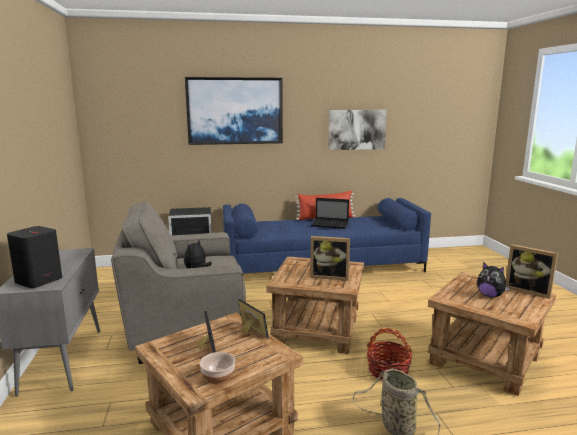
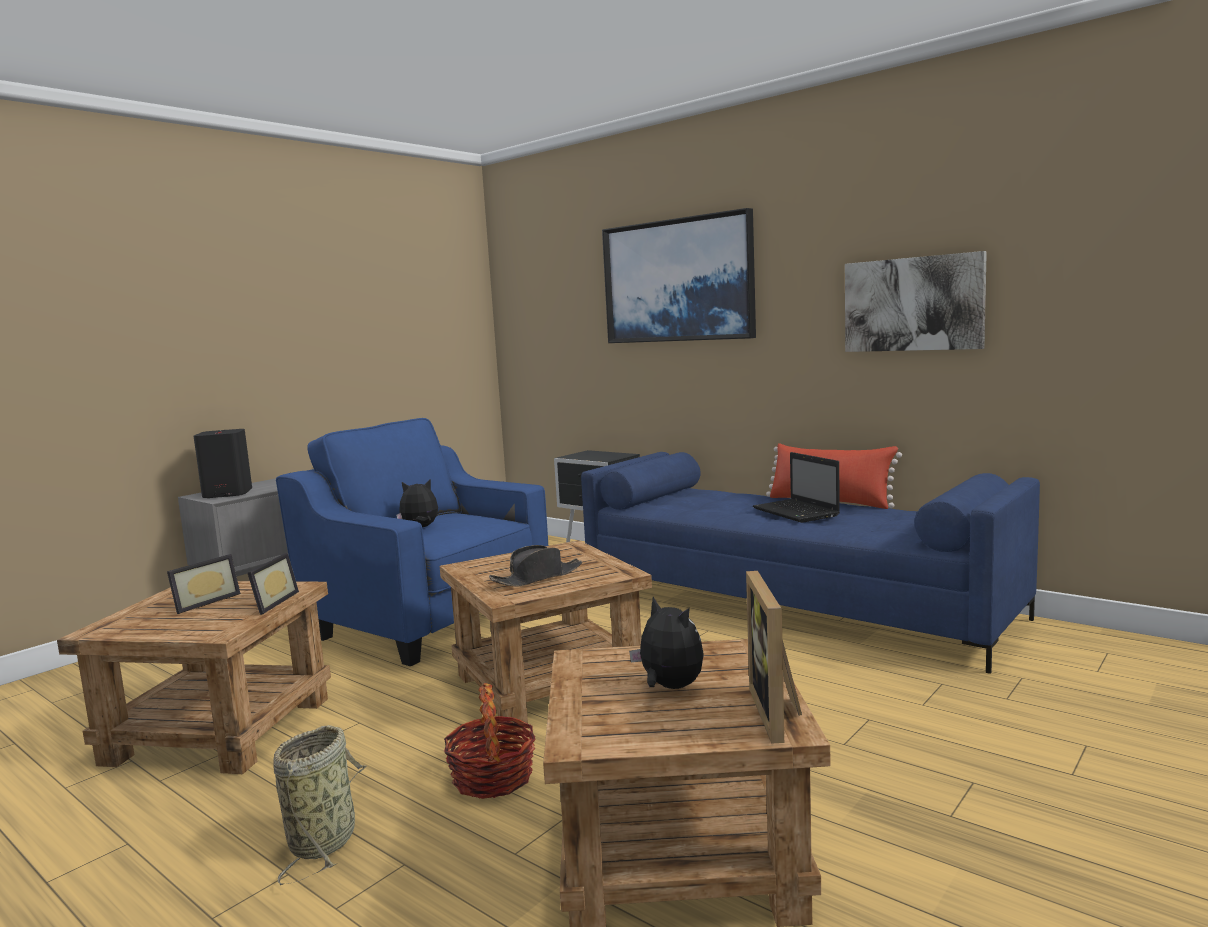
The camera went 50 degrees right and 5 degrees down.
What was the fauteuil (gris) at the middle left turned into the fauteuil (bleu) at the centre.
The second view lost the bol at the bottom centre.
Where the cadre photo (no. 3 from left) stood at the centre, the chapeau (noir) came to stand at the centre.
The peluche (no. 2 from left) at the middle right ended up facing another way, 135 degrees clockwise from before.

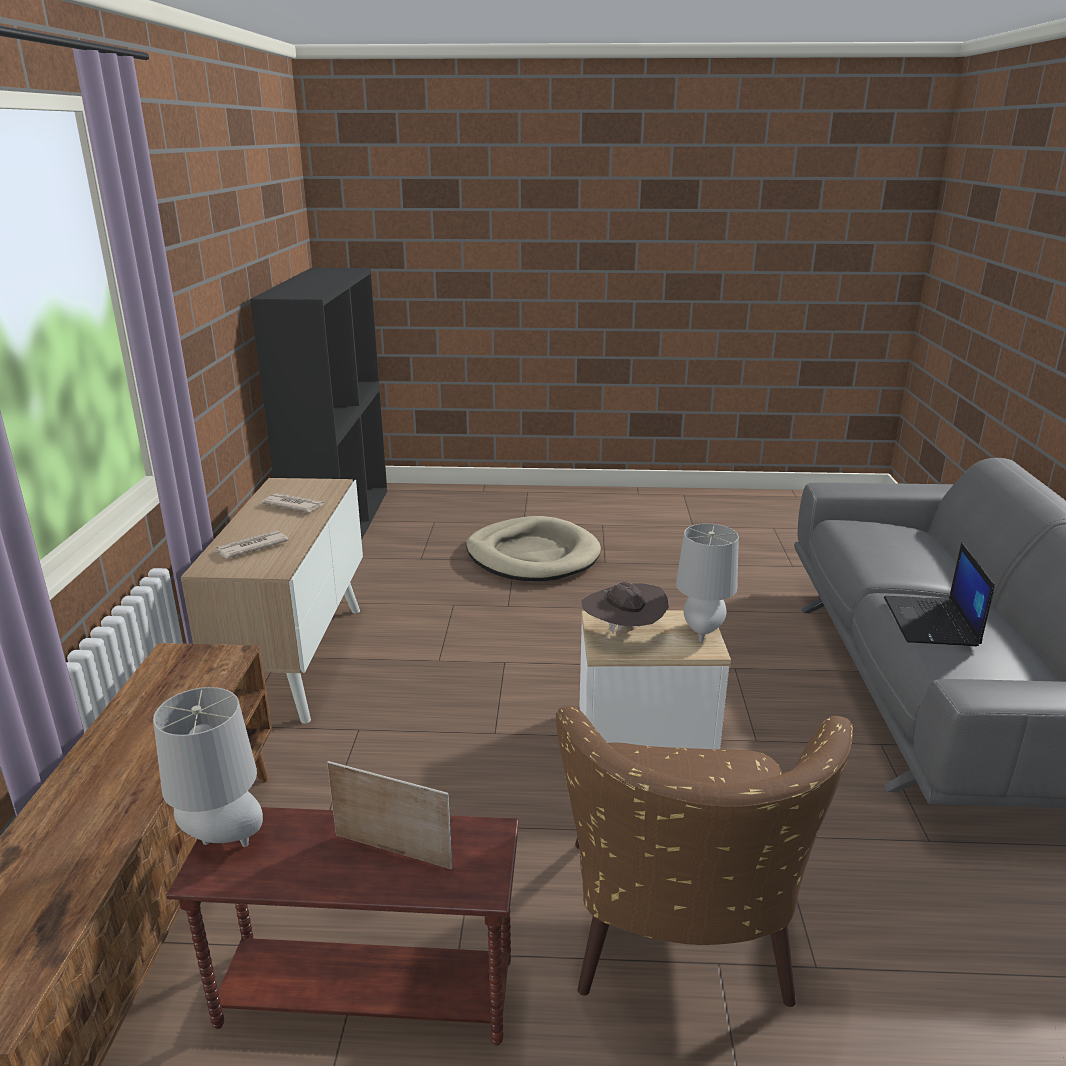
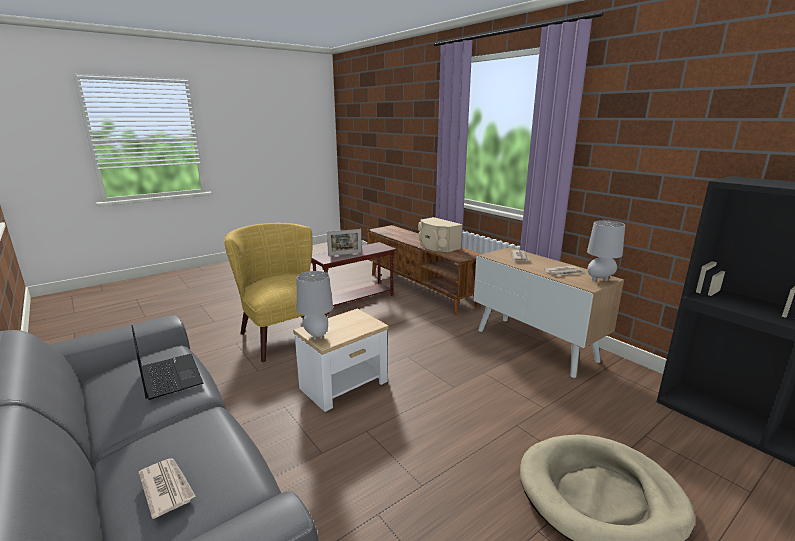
The camera went 140 degrees right and 5 degrees down.
The lampe de table (gris) (no. 1 from left in the first image) ended up elsewhere, having gone from the bottom left to the middle right.
What was the fauteuil (marron) at the bottom centre turned into the fauteuil (jaune) at the centre.
The second view lost the chapeau (marron) at the centre.
The second view gained the journal (no. 1 from left) at the bottom left.
The second view gained the enceinte (beige) at the centre.

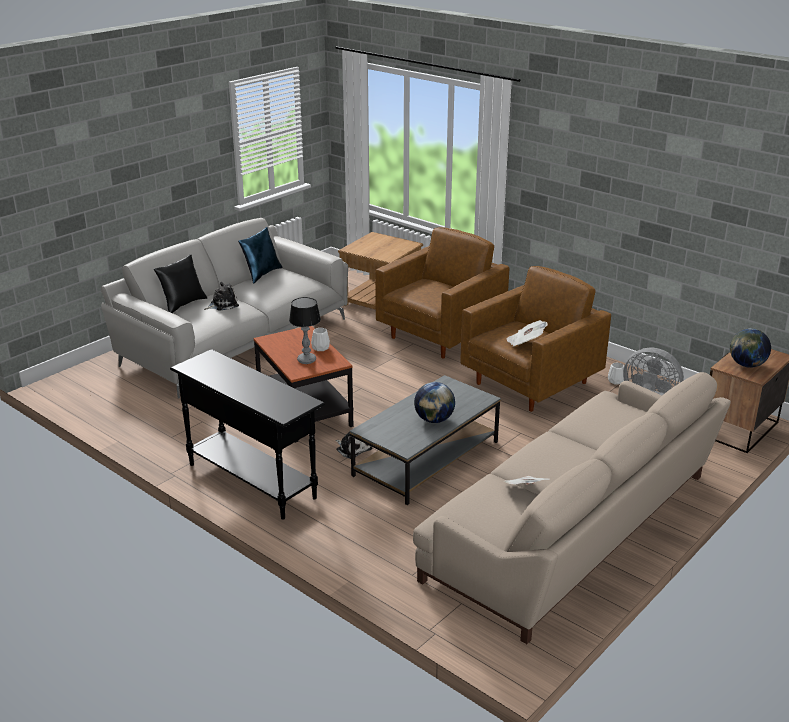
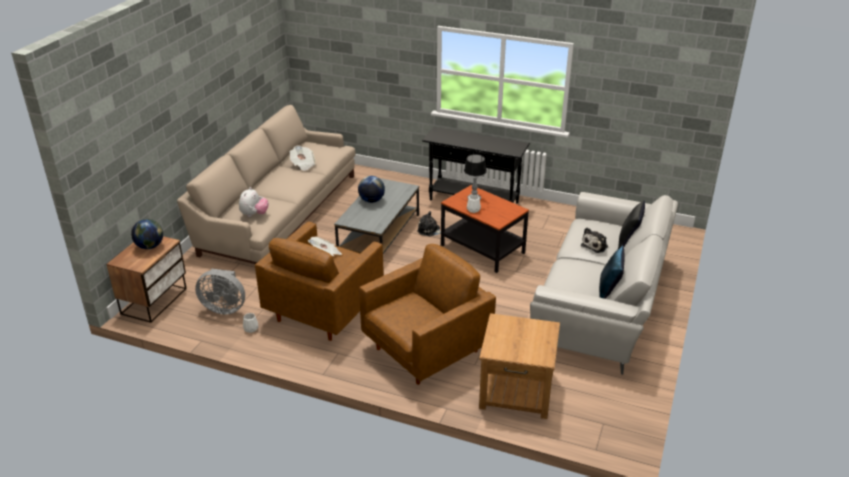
The camera went 160 degrees right and 5 degrees up.
The fauteuil (marron) (no. 1 from left in the first image) at the centre ended up facing another way, 150 degrees counterclockwise from before.
The second view gained the peluche (no. 1 from left) at the middle left.

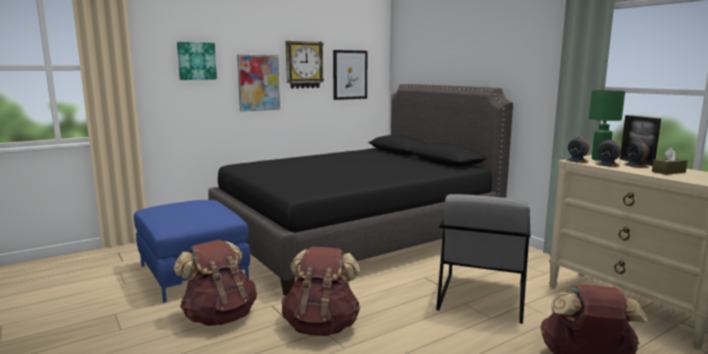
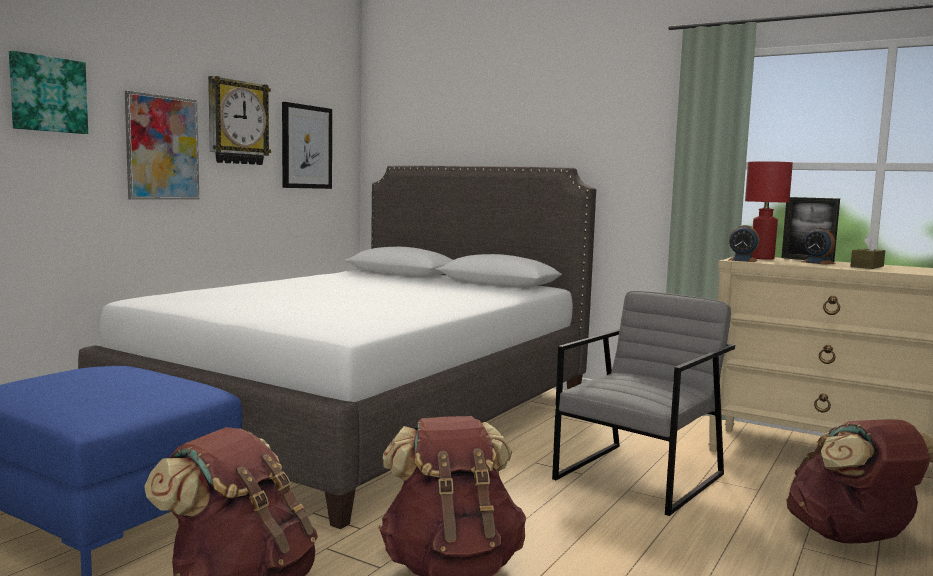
The camera went 25 degrees left and 5 degrees down.
What was the lit (noir) at the centre turned into the lit (blanc) at the centre.
The fauteuil (gris) at the bottom right ended up facing another way, 135 degrees counterclockwise from before.
What was the lampe de table (vert) at the middle right turned into the lampe de table (rouge) at the middle right.
The second view lost the réveil (no. 2 from left) at the middle right.

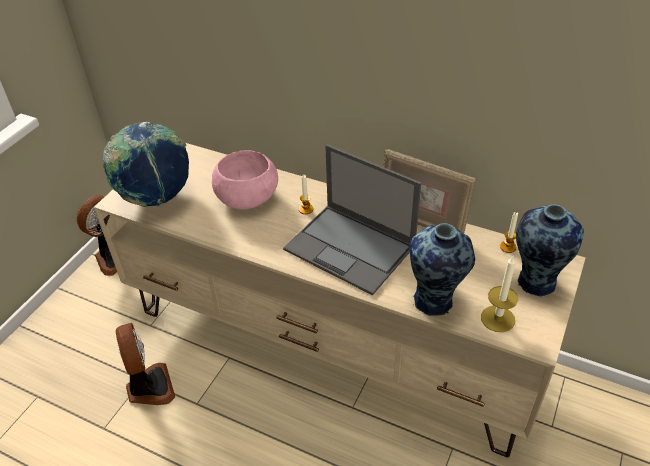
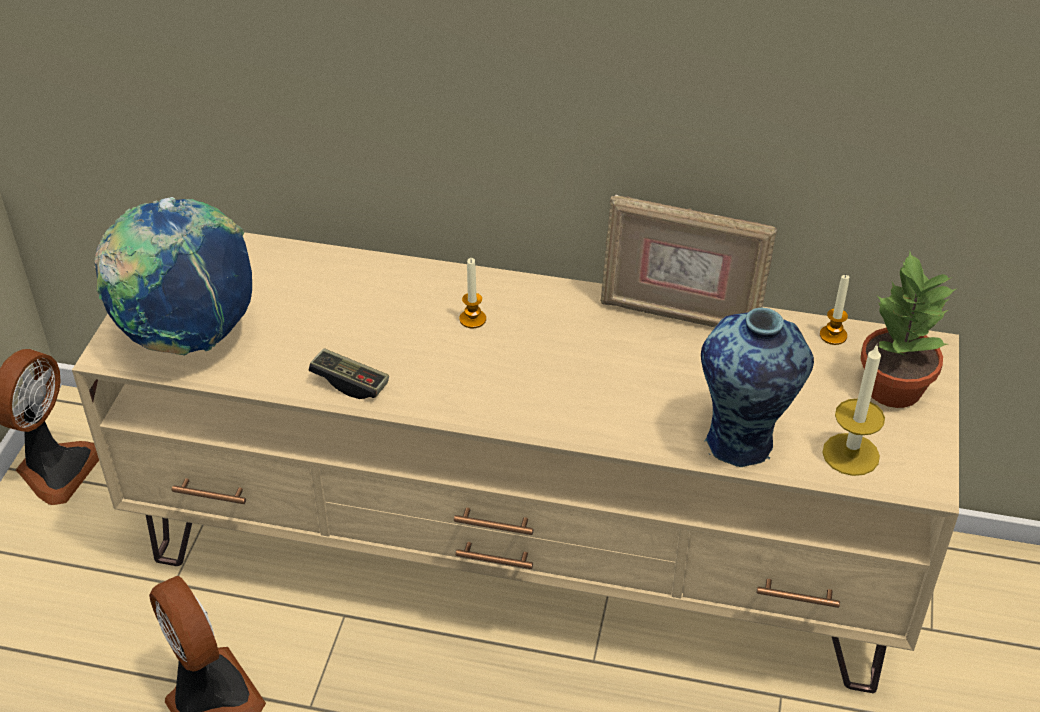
The camera went 15 degrees left and 0 degrees up.
The second view lost the bol (rose) at the centre.
The second view lost the ordinateur portable at the centre.
Where the vase (no. 2 from left) stood at the middle right, the plante en pot came to stand at the middle right.
The second view gained the manette at the centre.

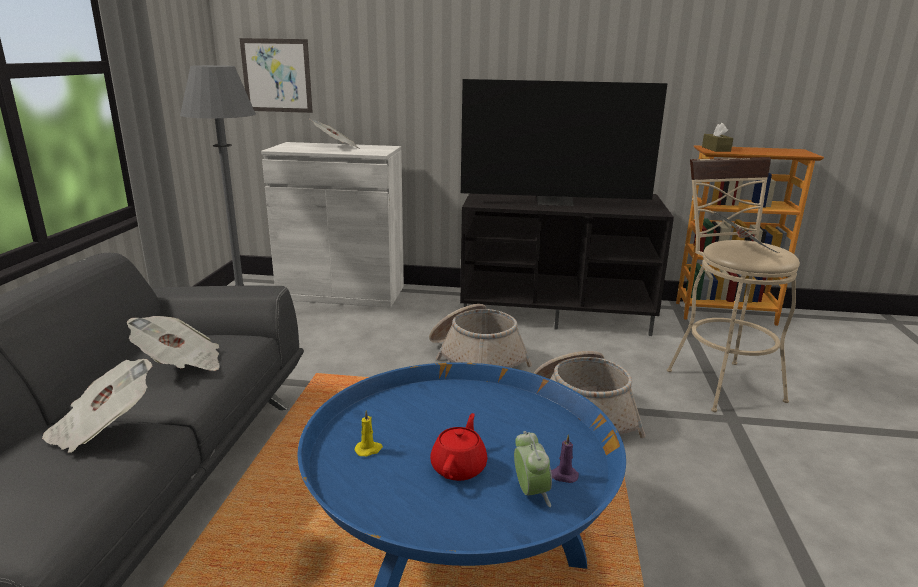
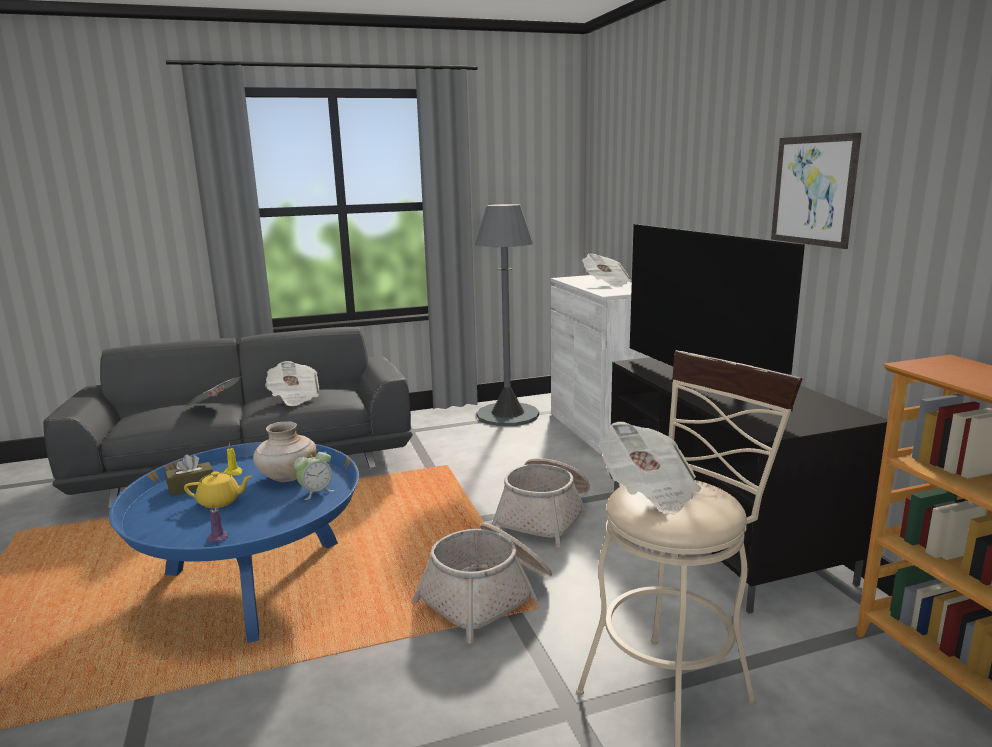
The camera went 65 degrees right and 5 degrees down.
The tableau ended up elsewhere, having gone from the top left to the top right.
What was the théière (rouge) at the bottom centre turned into the théière (jaune) at the middle left.
The réveil ended up elsewhere, having gone from the bottom centre to the middle left.
The boîte à mouchoirs (marron) ended up elsewhere, having gone from the top right to the middle left.
The second view gained the vase (beige) at the middle left.

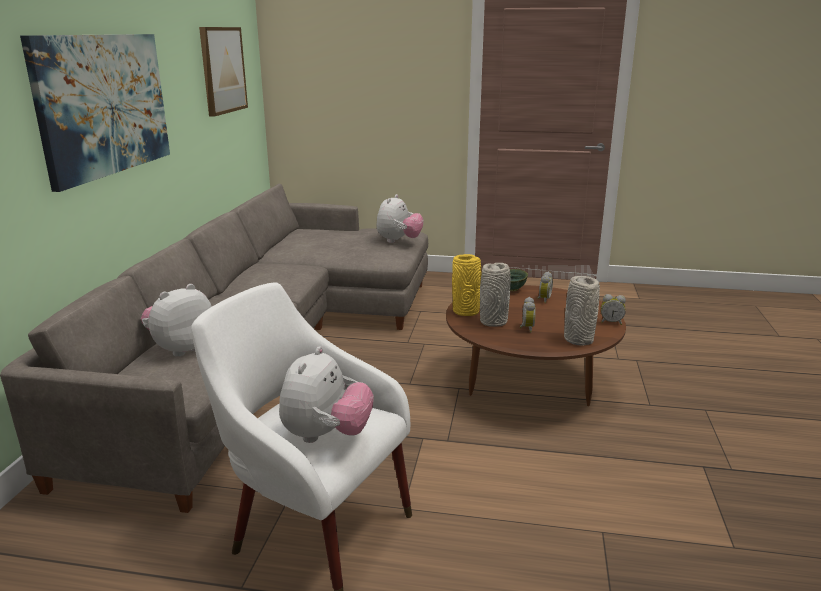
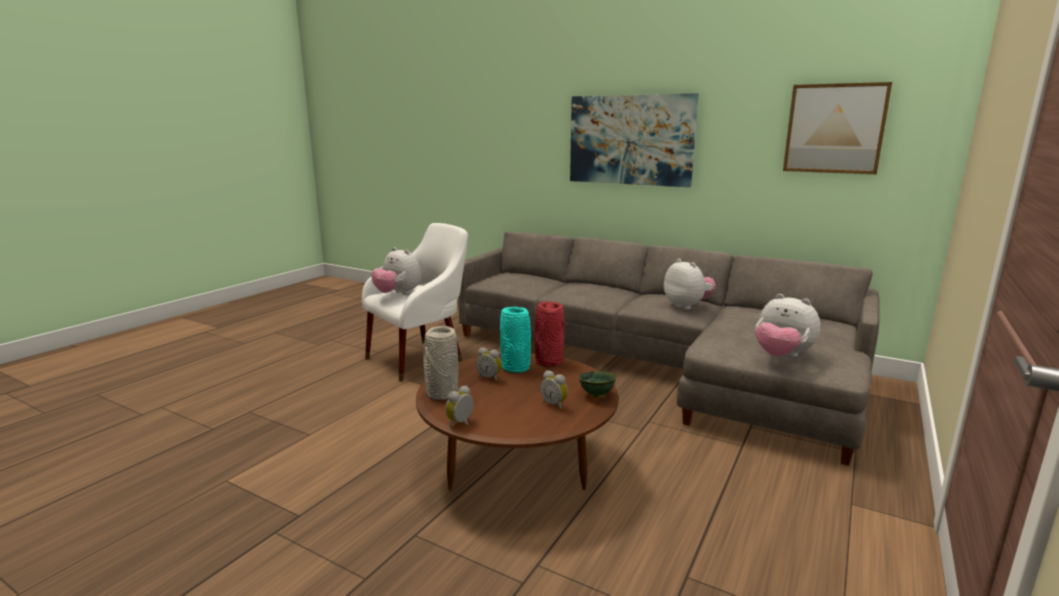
The camera went 110 degrees right and 5 degrees down.
The peluche (no. 1 from left in the first image) ended up elsewhere, having gone from the middle left to the centre.
What was the vase (jaune) at the centre turned into the vase (rouge) at the centre.
What was the vase (gris) (no. 1 from left) at the centre turned into the vase (turquoise) at the centre.

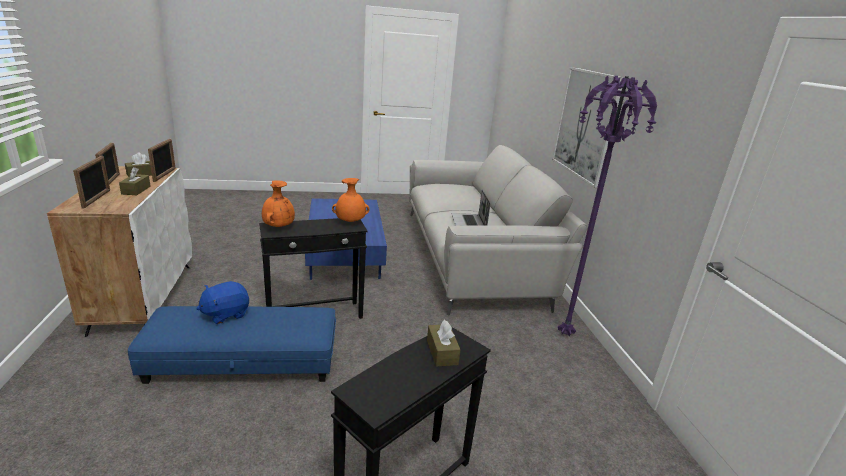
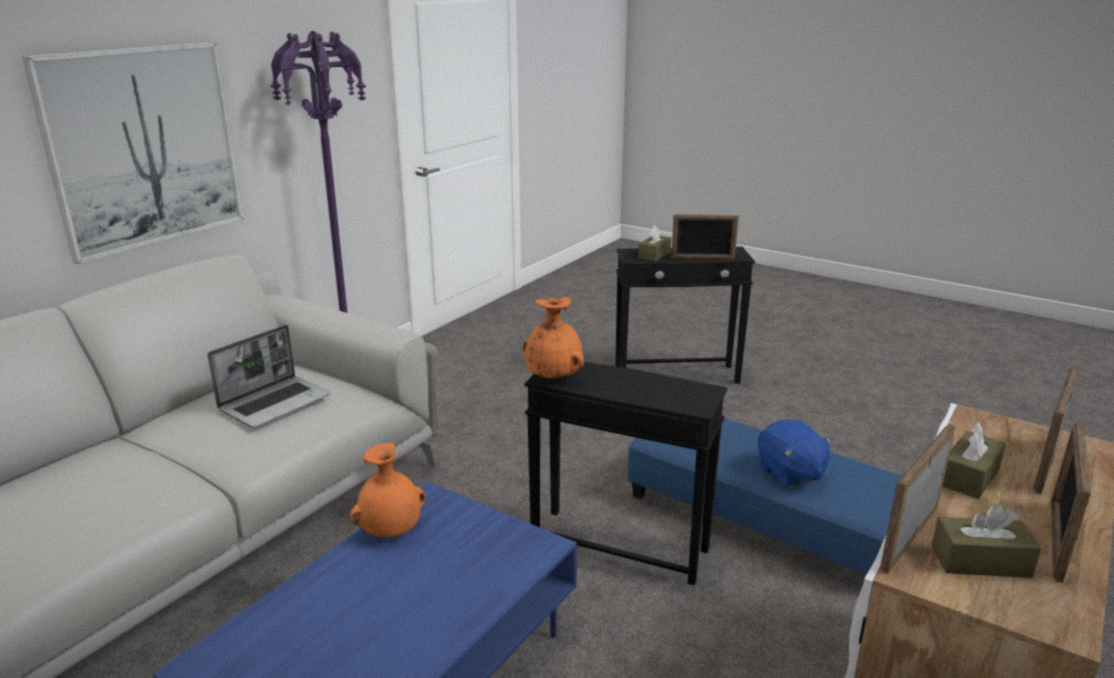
The camera went 135 degrees left and 0 degrees up.
The peluche (bleu) at the middle left ended up facing another way, 60 degrees clockwise from before.
The vase (orange) (no. 1 from left) ended up elsewhere, having gone from the middle left to the bottom centre.
The second view gained the cadre photo (no. 1 from left) at the centre.

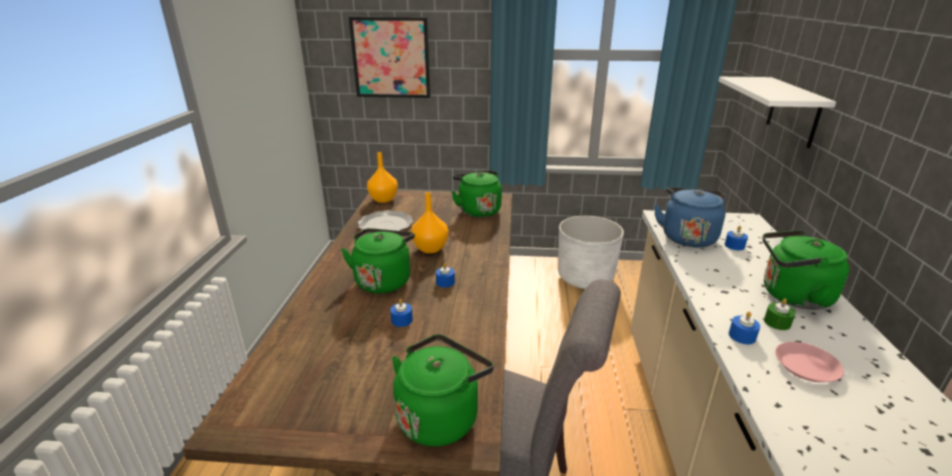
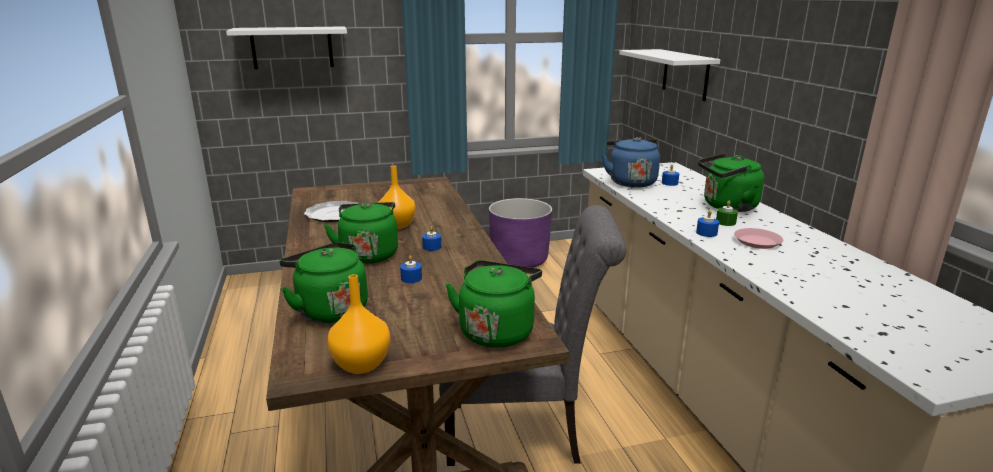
The camera went 20 degrees left and 5 degrees down.
Where the tableau hung at the top centre, the étagère (blanc) (no. 1 from left) came to hang at the top left.
The vase (orange) (no. 1 from left) ended up elsewhere, having gone from the centre to the bottom centre.
The bouilloire (vert) (no. 3 from left in the first image) ended up elsewhere, having gone from the centre to the middle left.
What was the cache-pot (blanc) at the centre turned into the cache-pot (violet) at the centre.

